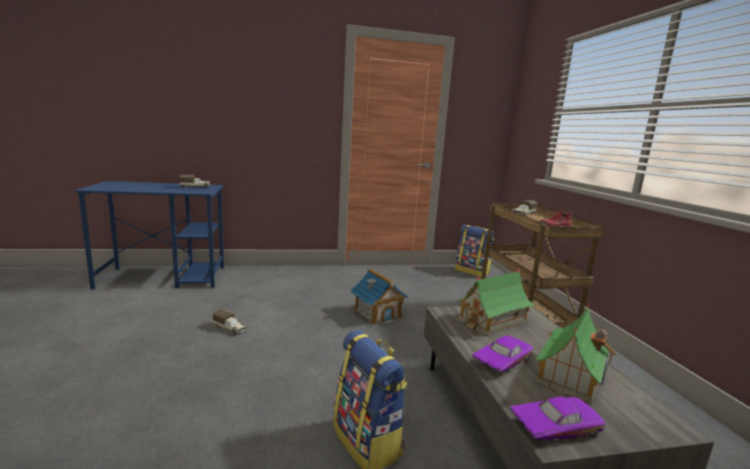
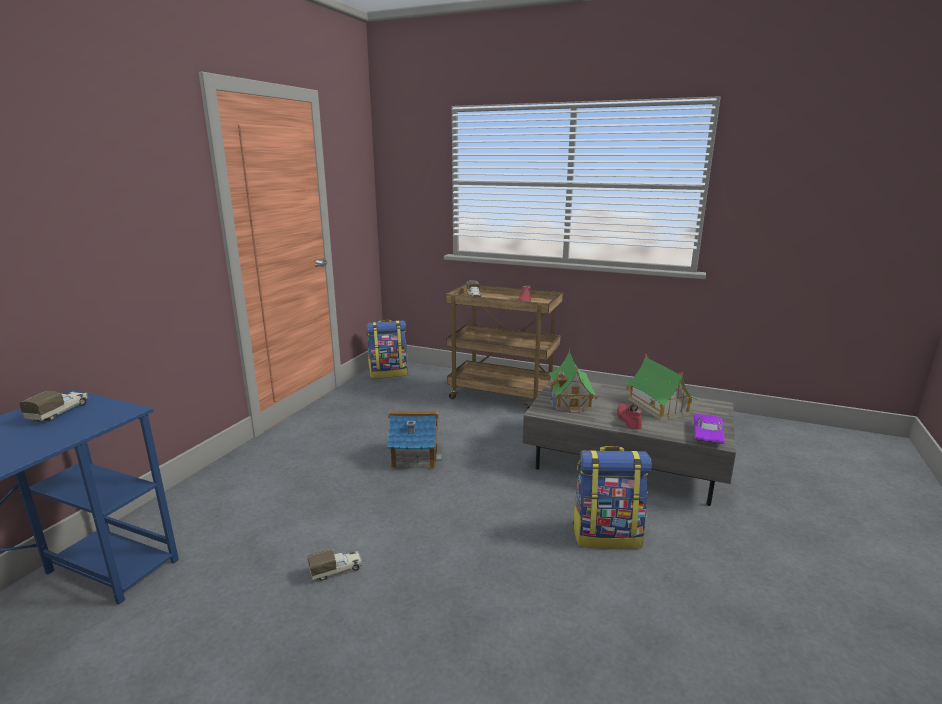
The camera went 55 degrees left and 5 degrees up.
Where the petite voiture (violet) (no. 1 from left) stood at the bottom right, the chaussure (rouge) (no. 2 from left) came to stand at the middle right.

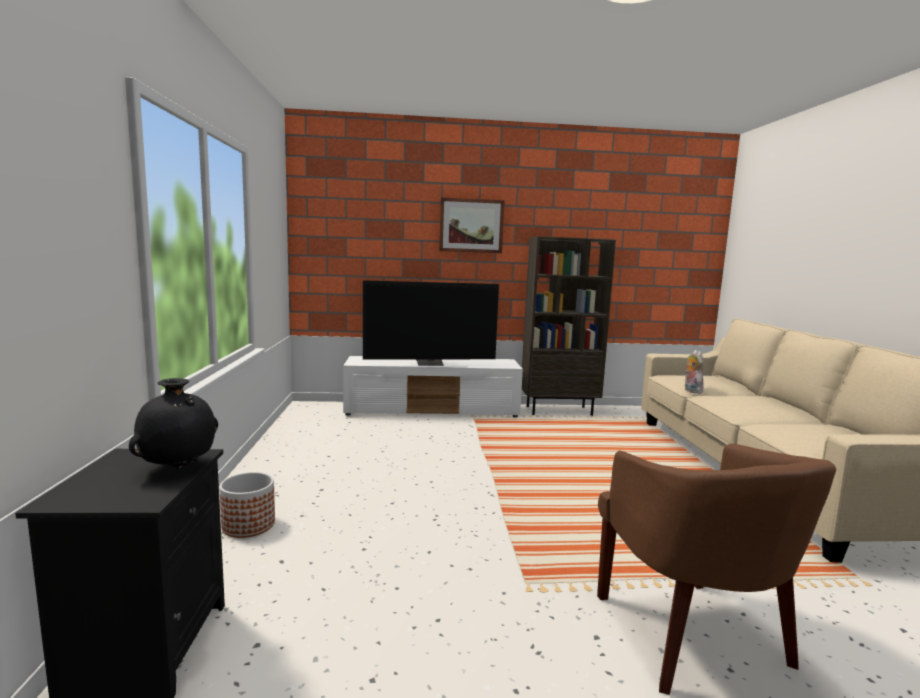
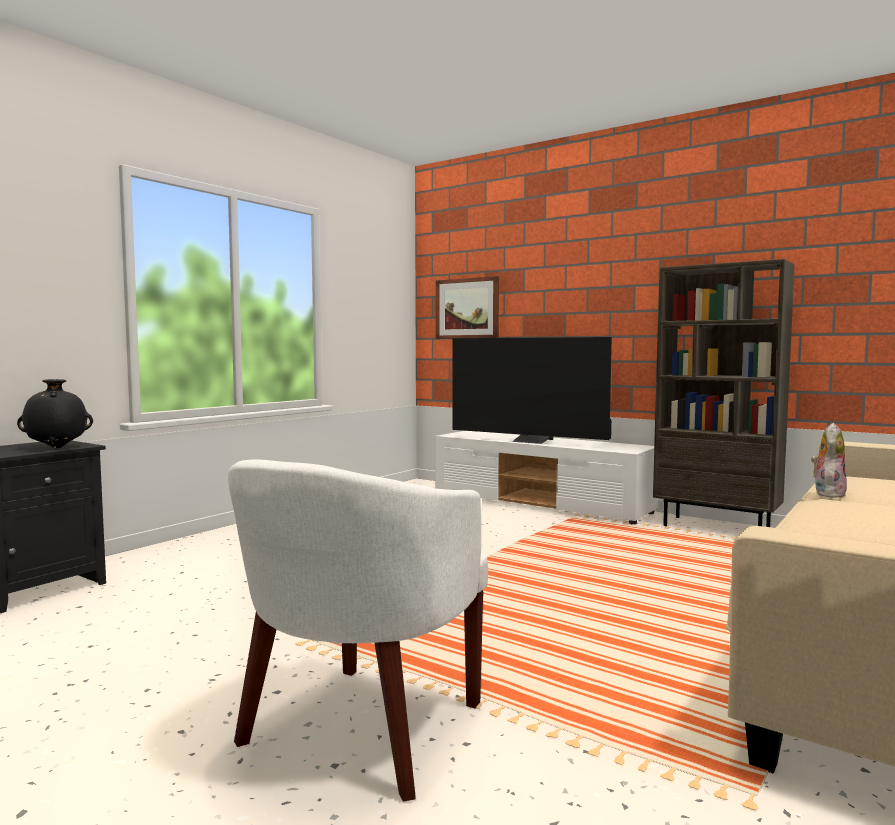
The camera went 40 degrees right and 5 degrees down.
The second view lost the cache-pot at the bottom left.
The tableau ended up elsewhere, having gone from the top centre to the centre.
What was the fauteuil (marron) at the bottom right turned into the fauteuil (blanc) at the bottom centre.

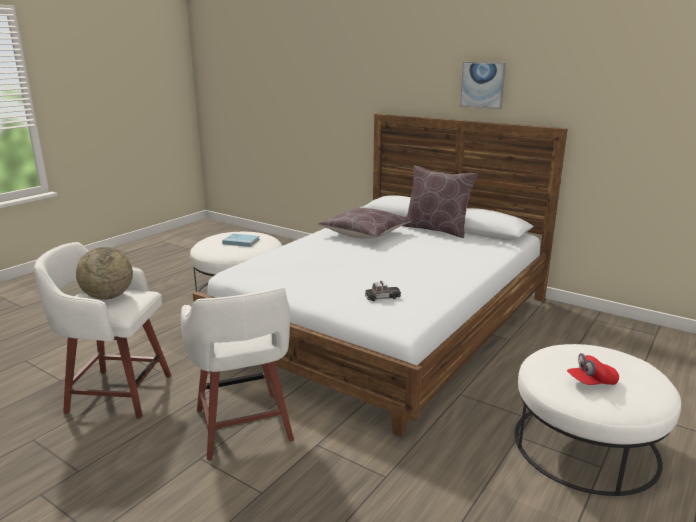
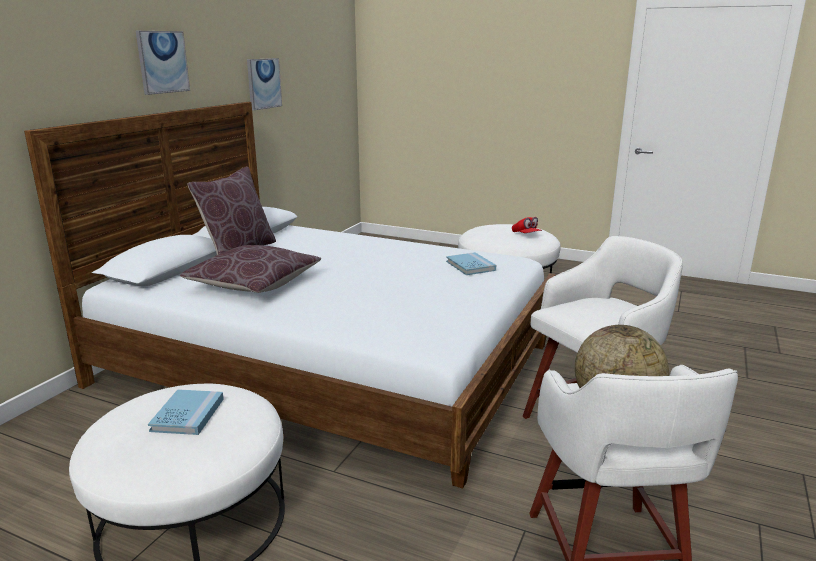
The camera went 100 degrees left and 0 degrees up.
Where the petite voiture stood at the centre, the livre (bleu) (no. 2 from left) came to stand at the centre.
The second view gained the tableau (no. 2 from left) at the top left.

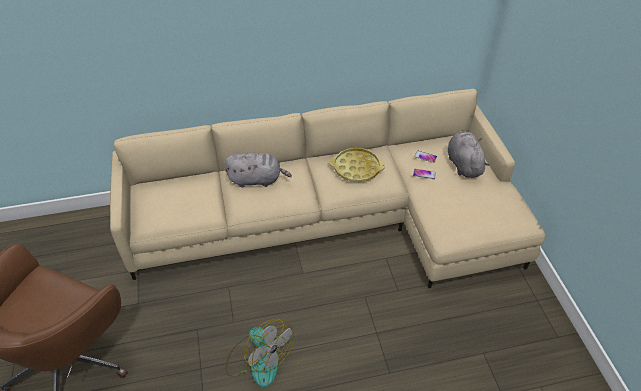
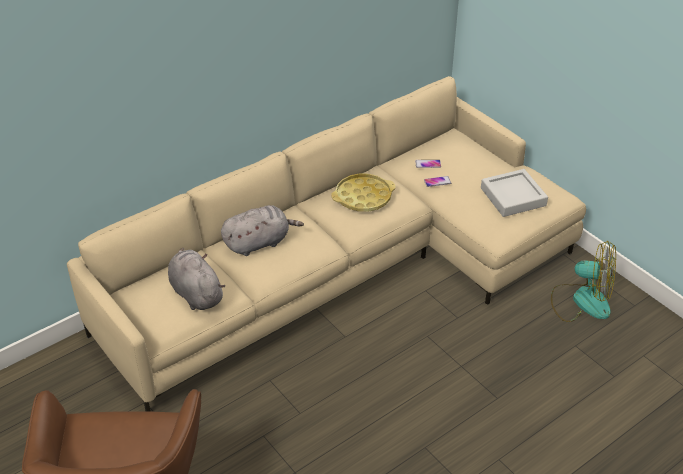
The camera went 25 degrees left and 5 degrees down.
The ventilateur ended up elsewhere, having gone from the bottom centre to the middle right.
The peluche (gris) (no. 2 from left in the first image) ended up elsewhere, having gone from the middle right to the middle left.
The second view gained the plateau (gris) at the middle right.

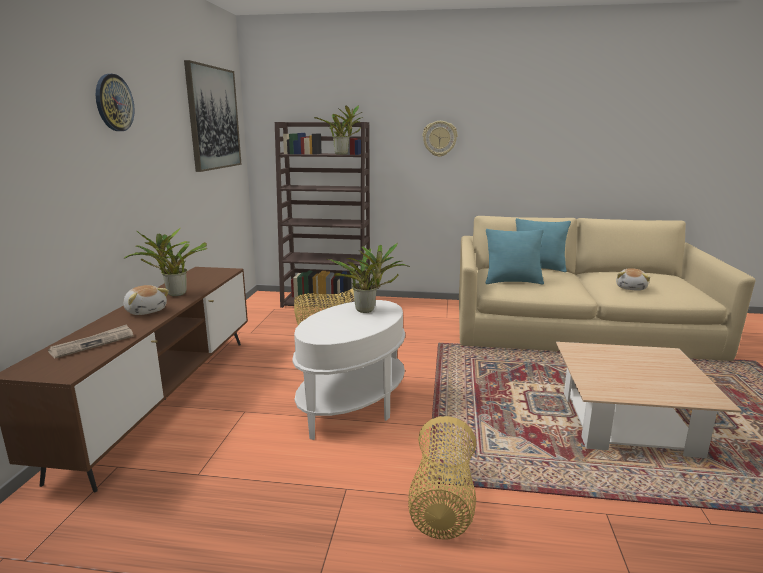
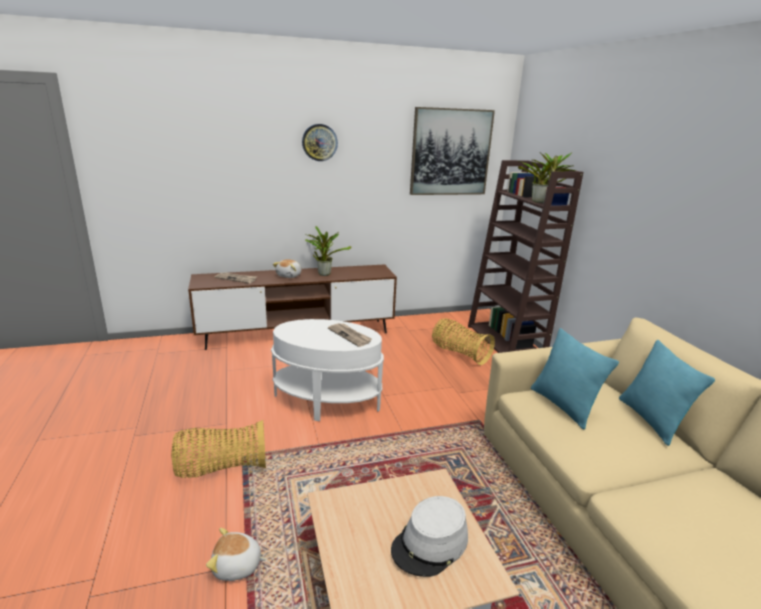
The camera went 65 degrees right and 5 degrees up.
Where the plante en pot (no. 3 from left) stood at the centre, the journal (no. 2 from left) came to stand at the centre.
The second view lost the horloge murale (no. 2 from left) at the top centre.
The peluche (no. 2 from left in the first image) ended up elsewhere, having gone from the middle right to the bottom left.
The second view gained the chapeau (gris) at the bottom centre.

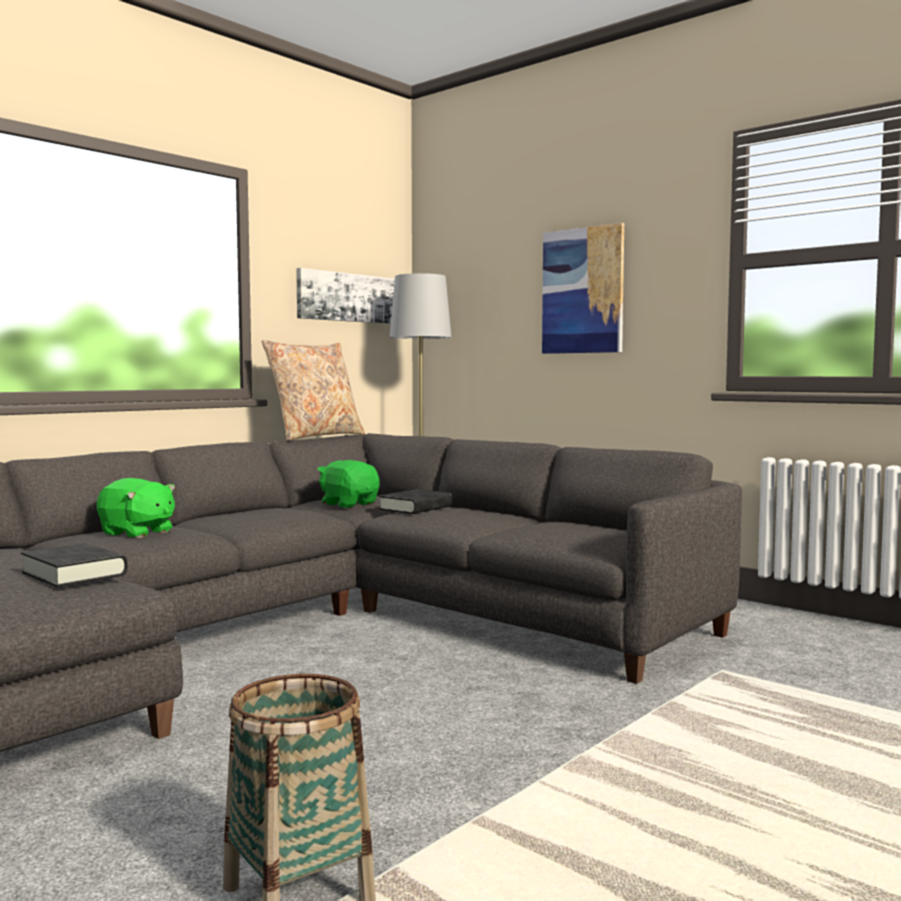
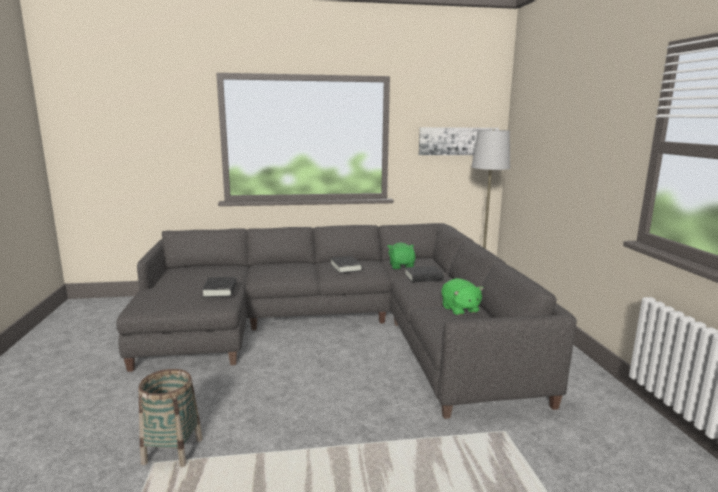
The camera went 40 degrees right and 10 degrees up.
The peluche (vert) (no. 1 from left in the first image) ended up elsewhere, having gone from the middle left to the centre.
The second view lost the coussin (beige) at the centre.
The second view lost the tableau (no. 2 from left) at the top centre.
The second view gained the livre (noir) (no. 2 from left) at the centre.

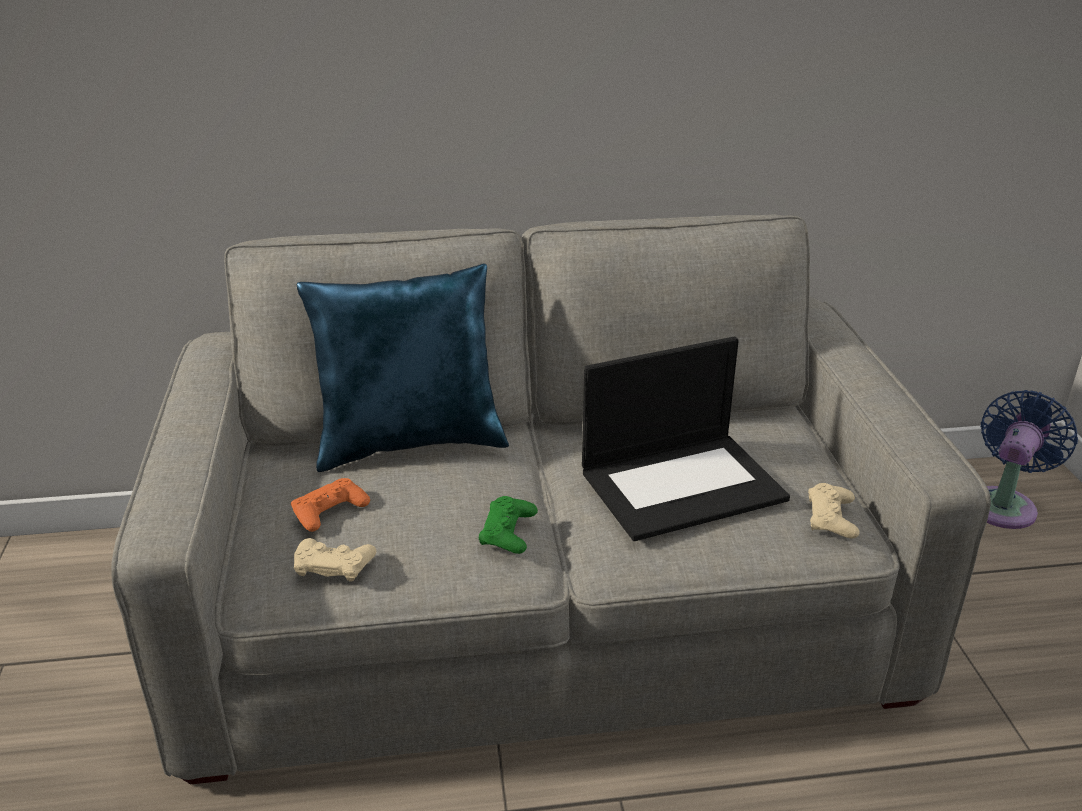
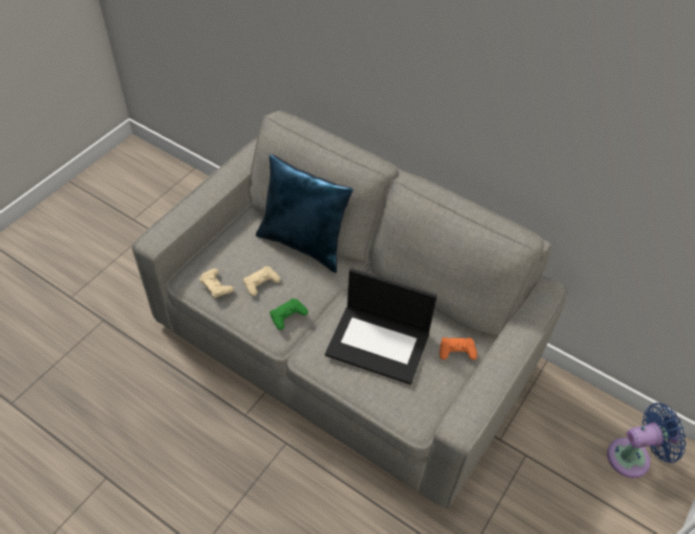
The camera went 40 degrees right and 20 degrees up.
The manette (orange) ended up elsewhere, having gone from the middle left to the centre.
The manette (beige) (no. 2 from left) ended up elsewhere, having gone from the middle right to the centre.

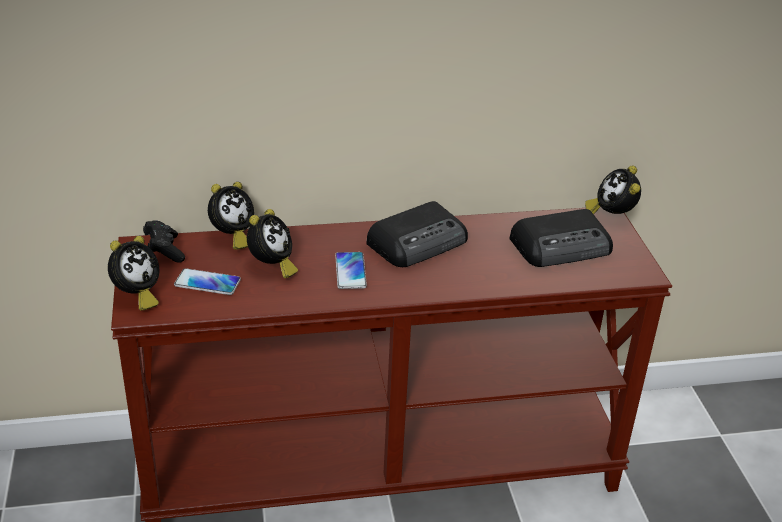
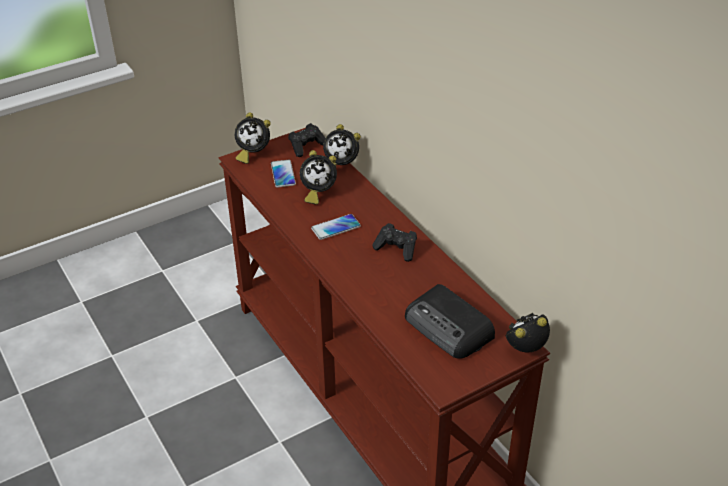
The camera went 70 degrees right and 5 degrees up.
Where the radio (no. 1 from left) stood at the centre, the manette (noir) (no. 2 from left) came to stand at the centre.

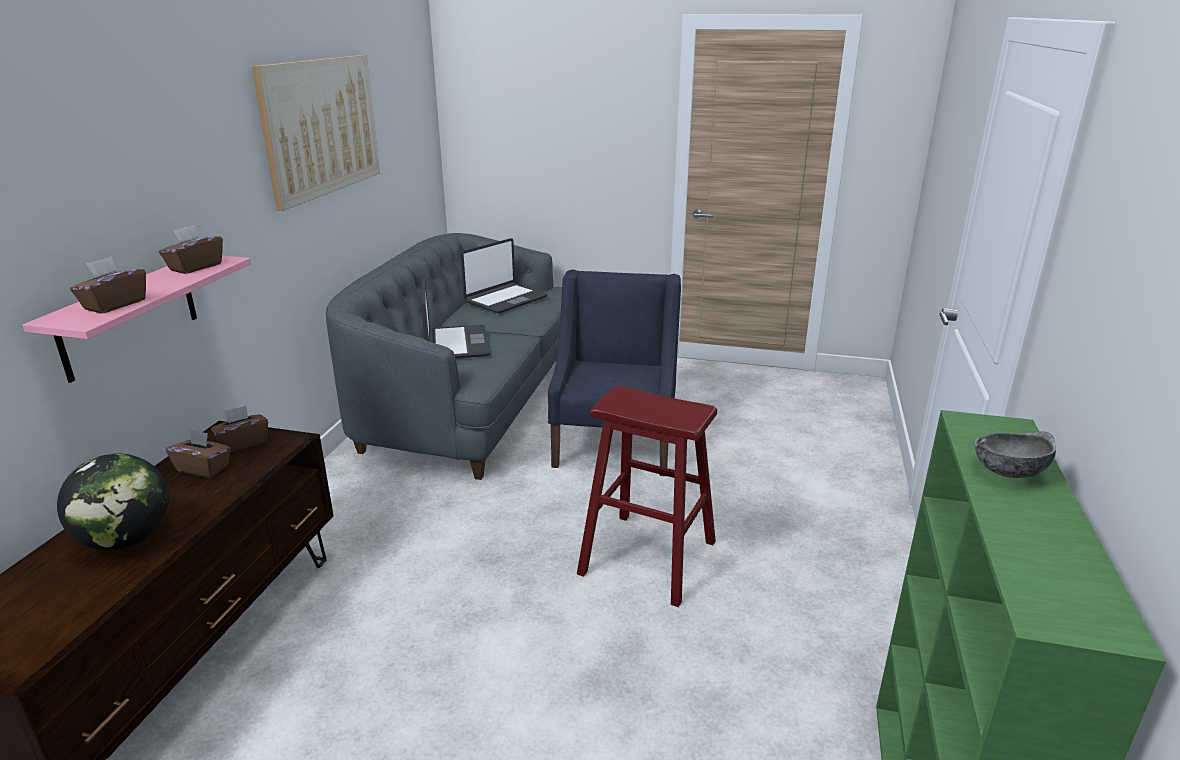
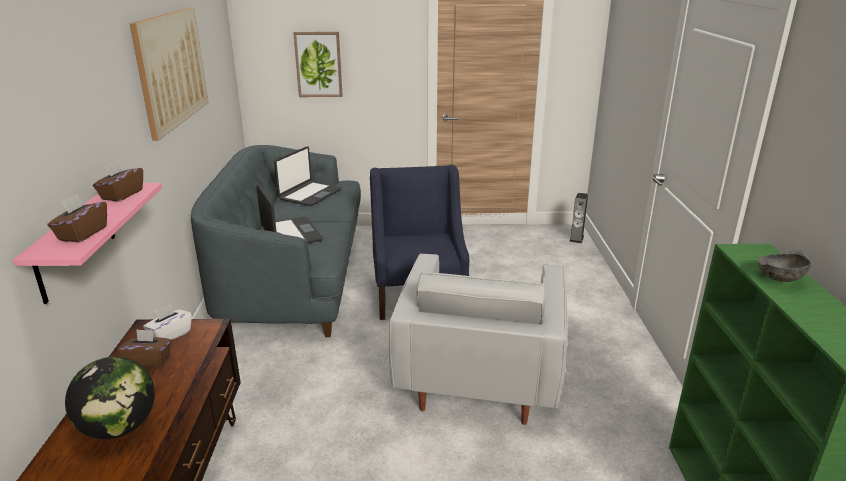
The camera went 15 degrees left and 0 degrees up.
What was the boîte à mouchoirs (marron) (no. 4 from left) at the middle left turned into the boîte à mouchoirs (blanc) at the bottom left.
Where the tabouret (rouge) stood at the centre, the fauteuil (blanc) came to stand at the bottom centre.
The second view gained the tableau (no. 2 from left) at the top centre.
The second view gained the enceinte at the middle right.

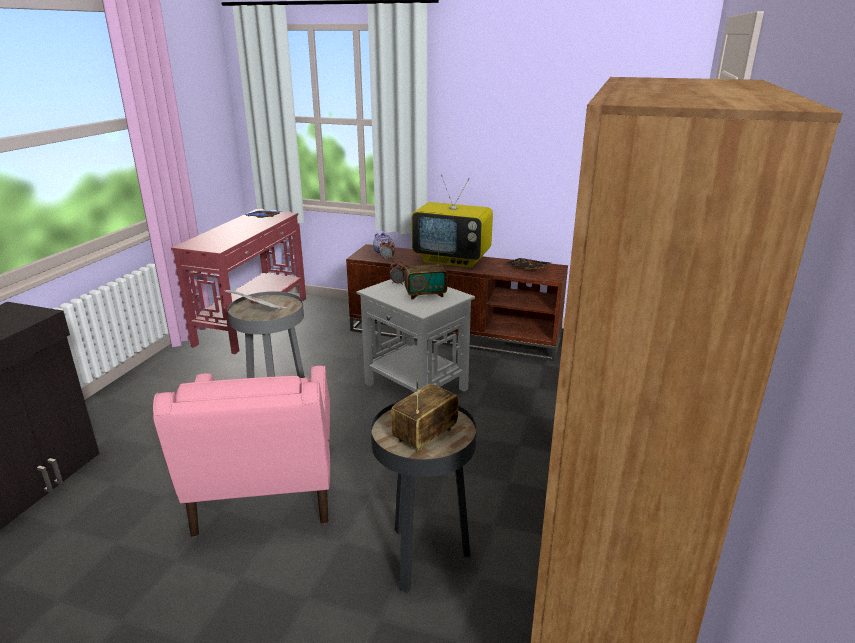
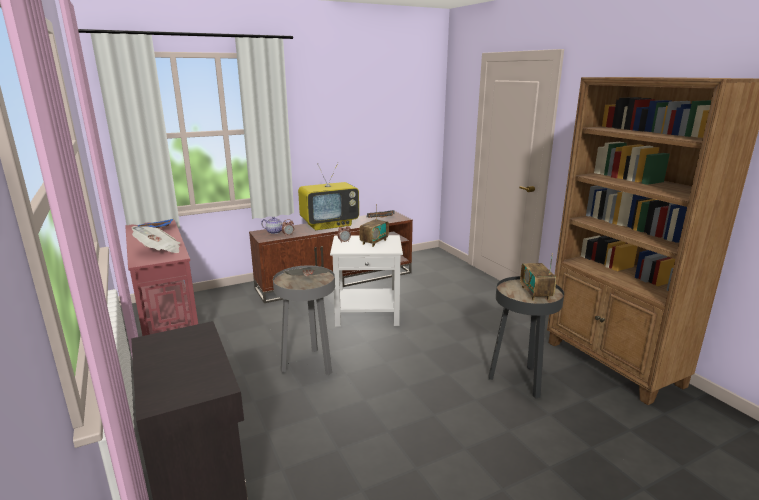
The camera went 45 degrees left and 5 degrees down.
The second view lost the fauteuil (rose) at the bottom left.
The second view gained the journal (no. 1 from left) at the middle left.

